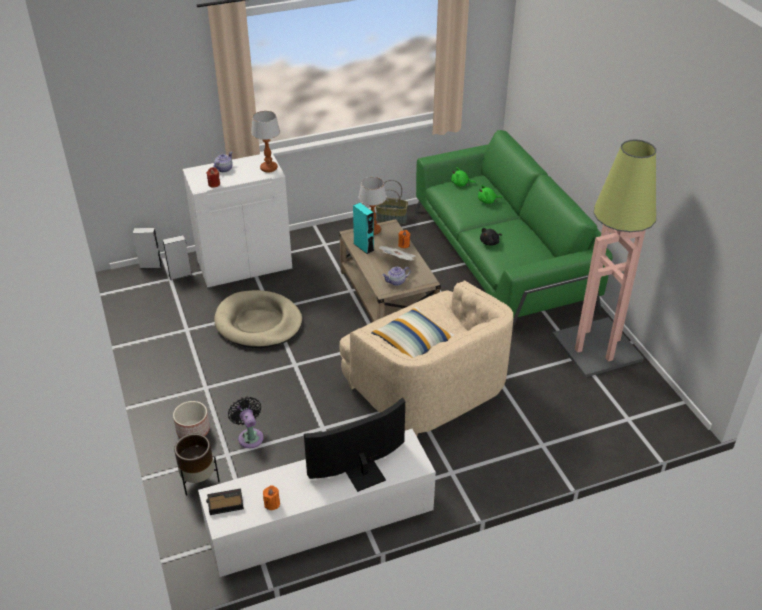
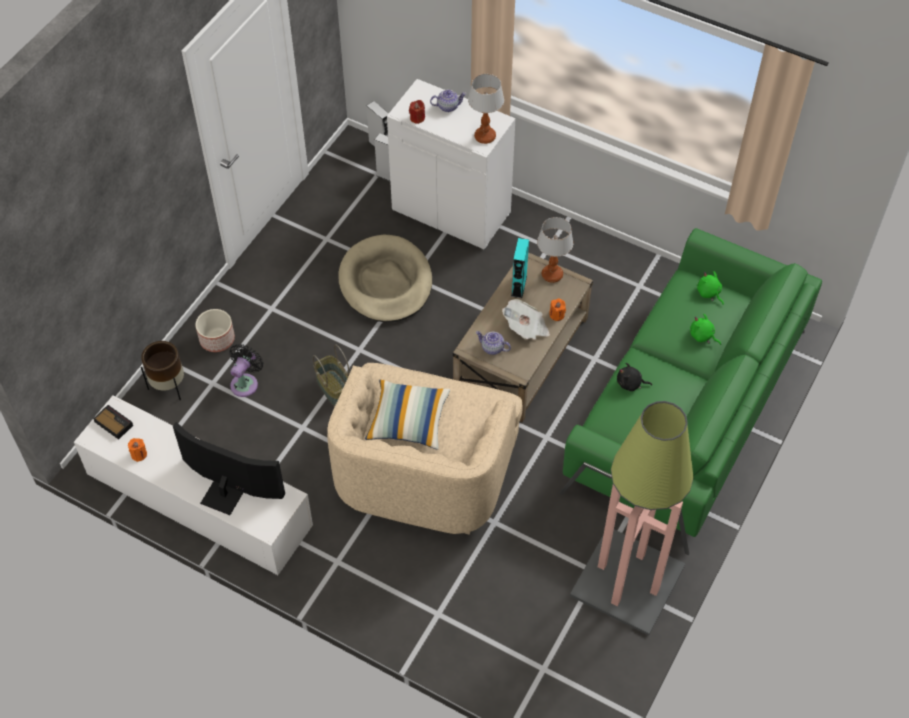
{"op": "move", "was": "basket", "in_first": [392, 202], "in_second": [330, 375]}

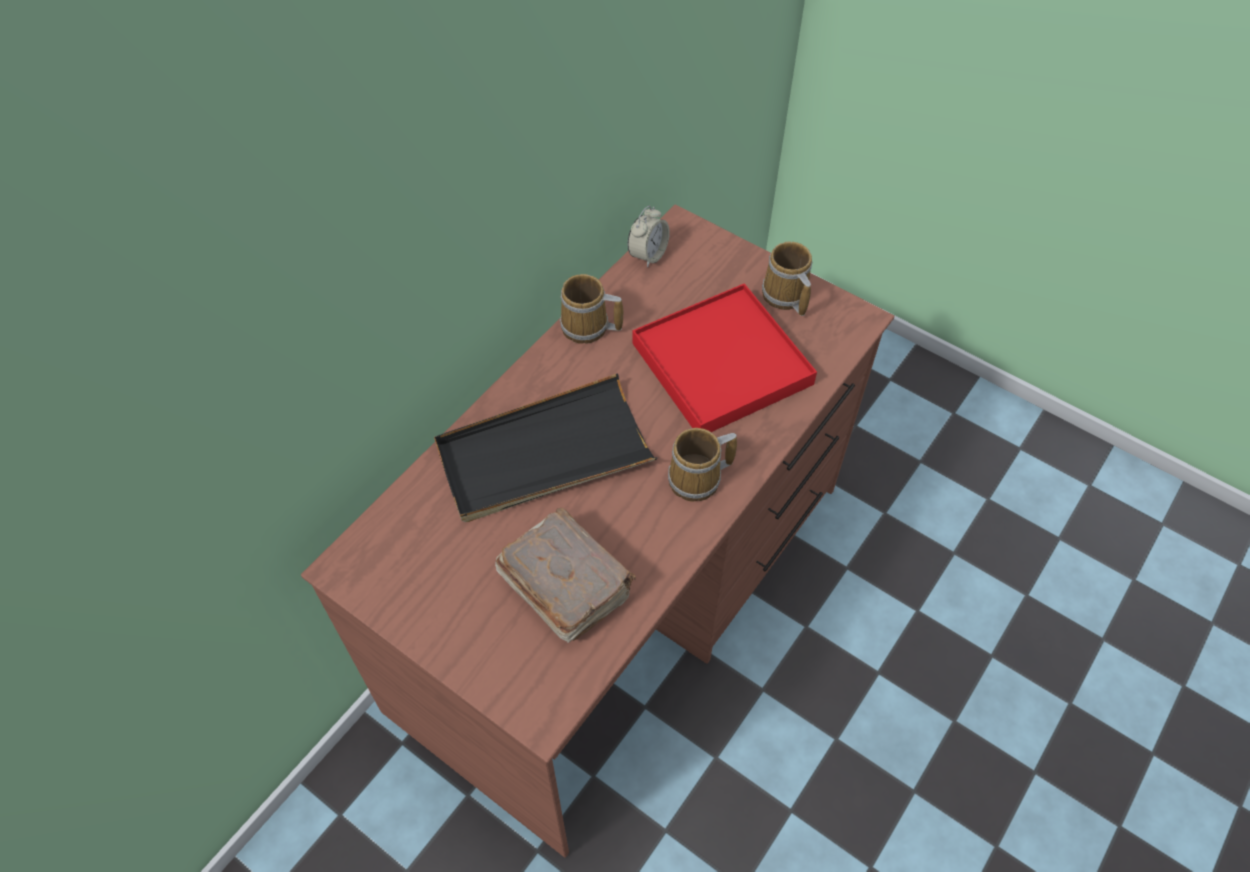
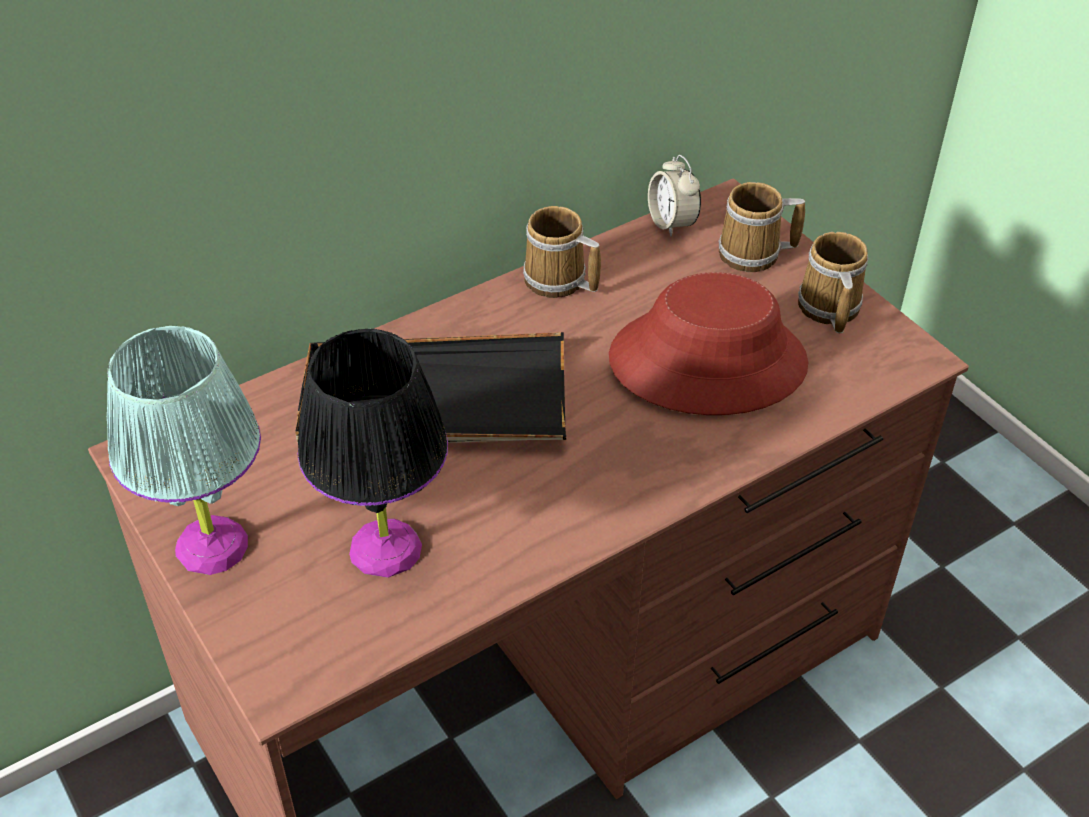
{"op": "replace", "was": "brown book", "now": "black table lamp", "in_first": [565, 575], "in_second": [373, 453]}
{"op": "rotate", "was": "alarm clock", "in_first": [649, 236], "in_second": [674, 196], "clockwise": 105}
{"op": "replace", "was": "red tray", "now": "red hat", "in_first": [724, 357], "in_second": [708, 343]}
{"op": "move", "was": "mug", "in_first": [702, 465], "in_second": [762, 227]}
{"op": "insert", "now": "turquoise table lamp", "in_second": [184, 450]}

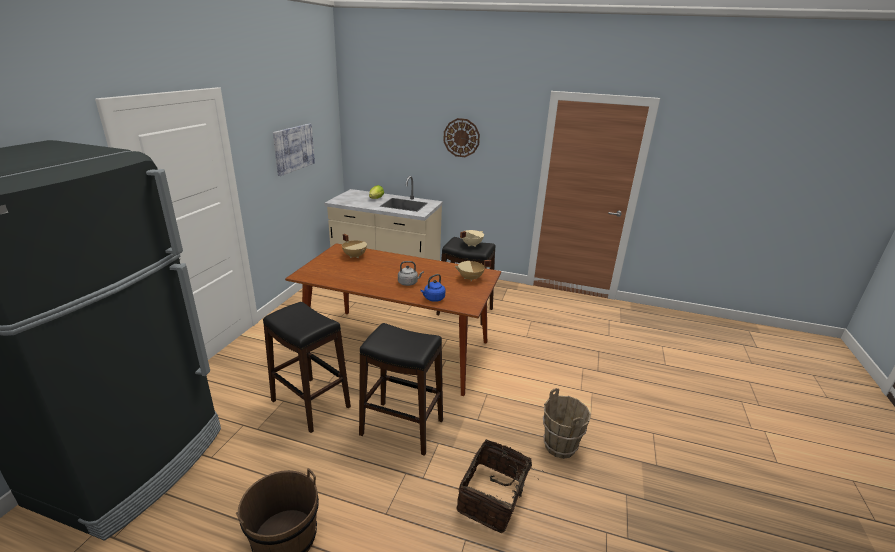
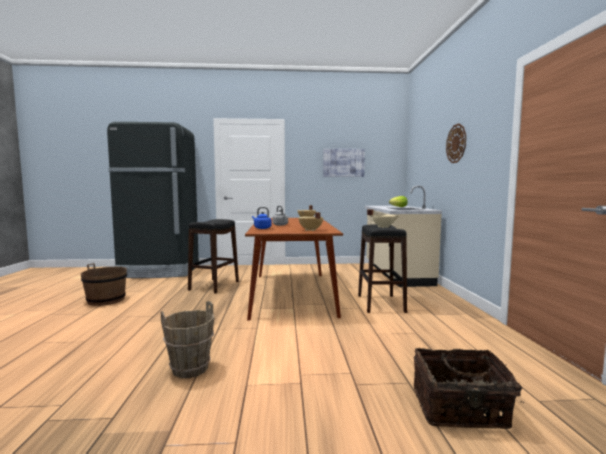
{"op": "delete", "was": "black stool", "in_first": [401, 389]}
{"op": "move", "was": "basket", "in_first": [498, 486], "in_second": [469, 388]}

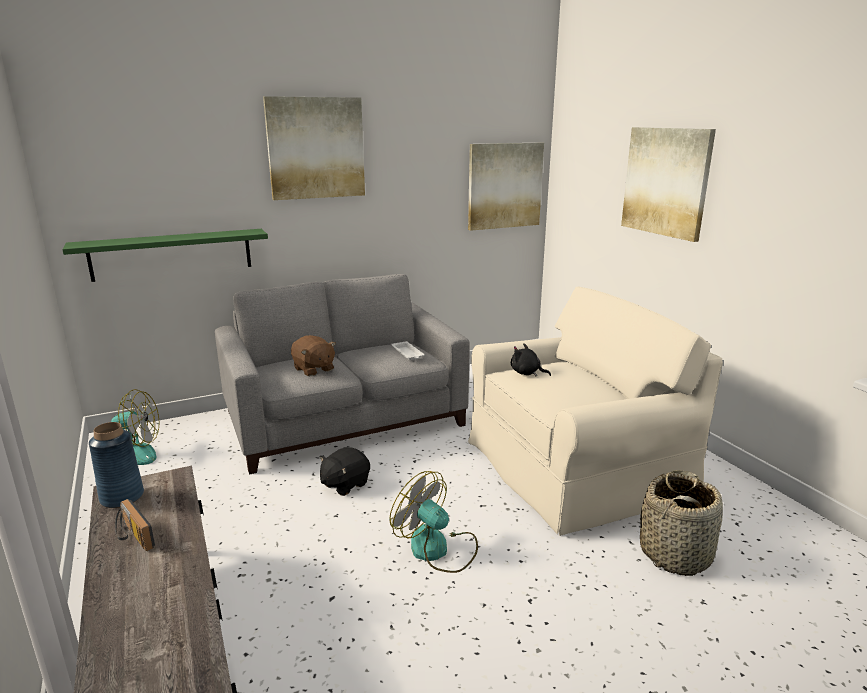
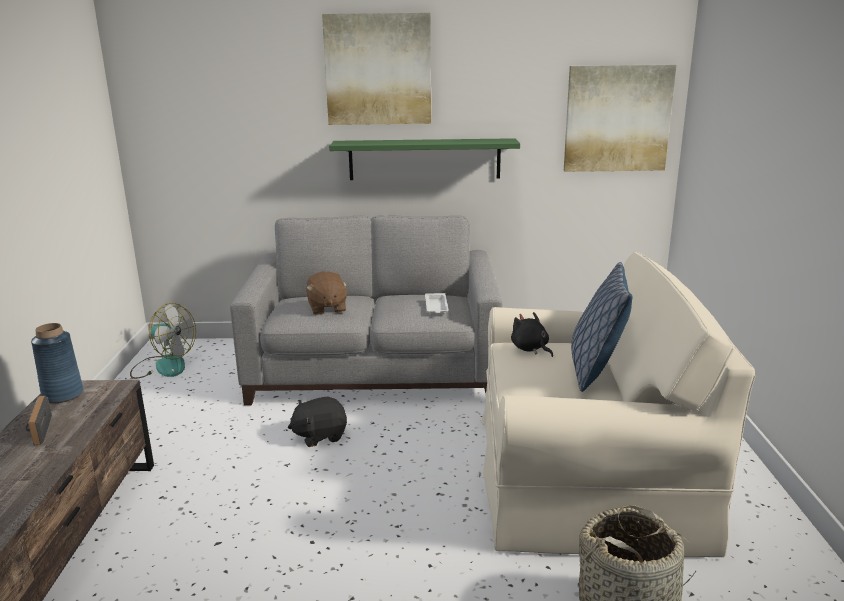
{"op": "move", "was": "green shelf", "in_first": [165, 255], "in_second": [424, 159]}
{"op": "delete", "was": "fan", "in_first": [433, 522]}
{"op": "delete", "was": "picture", "in_first": [668, 184]}
{"op": "insert", "now": "pillow", "in_second": [602, 327]}

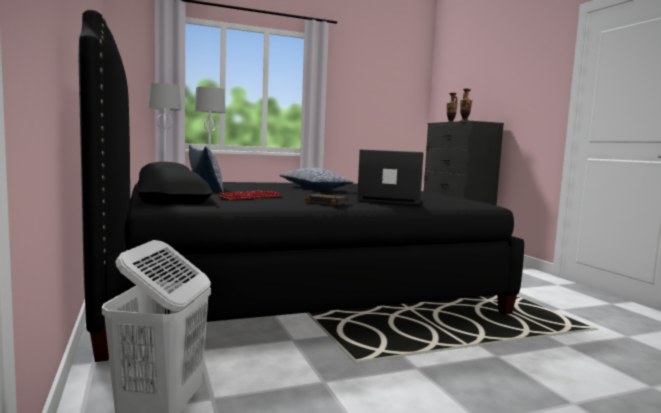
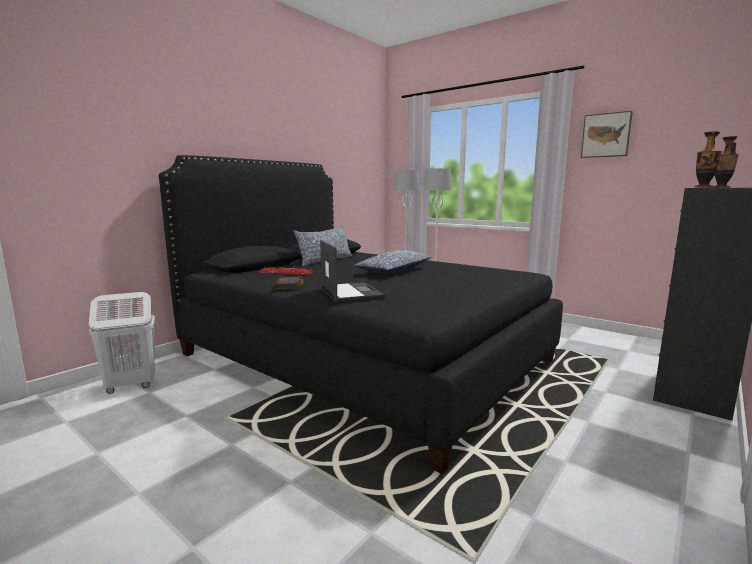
{"op": "insert", "now": "picture", "in_second": [607, 134]}

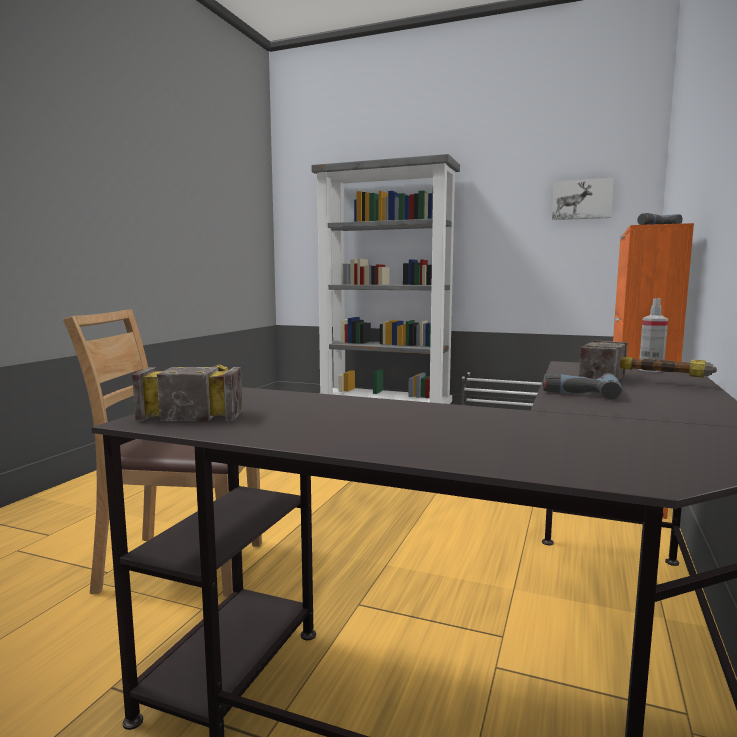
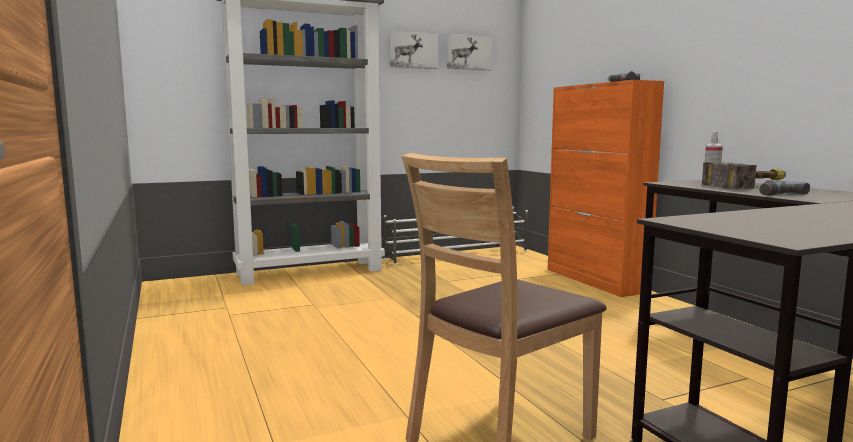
{"op": "delete", "was": "hammer", "in_first": [187, 392]}
{"op": "insert", "now": "picture", "in_second": [413, 49]}

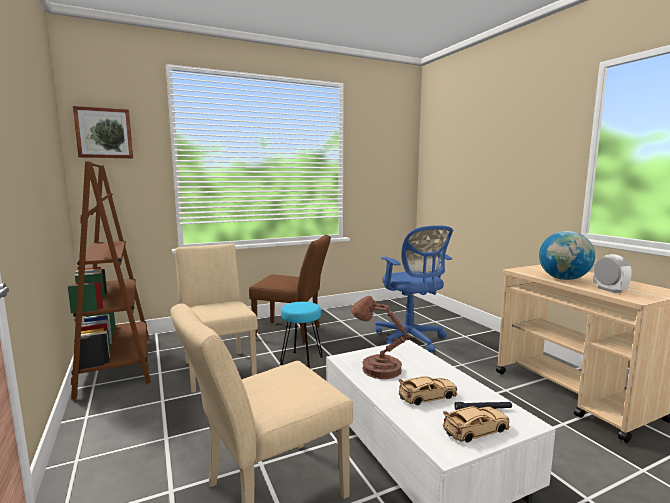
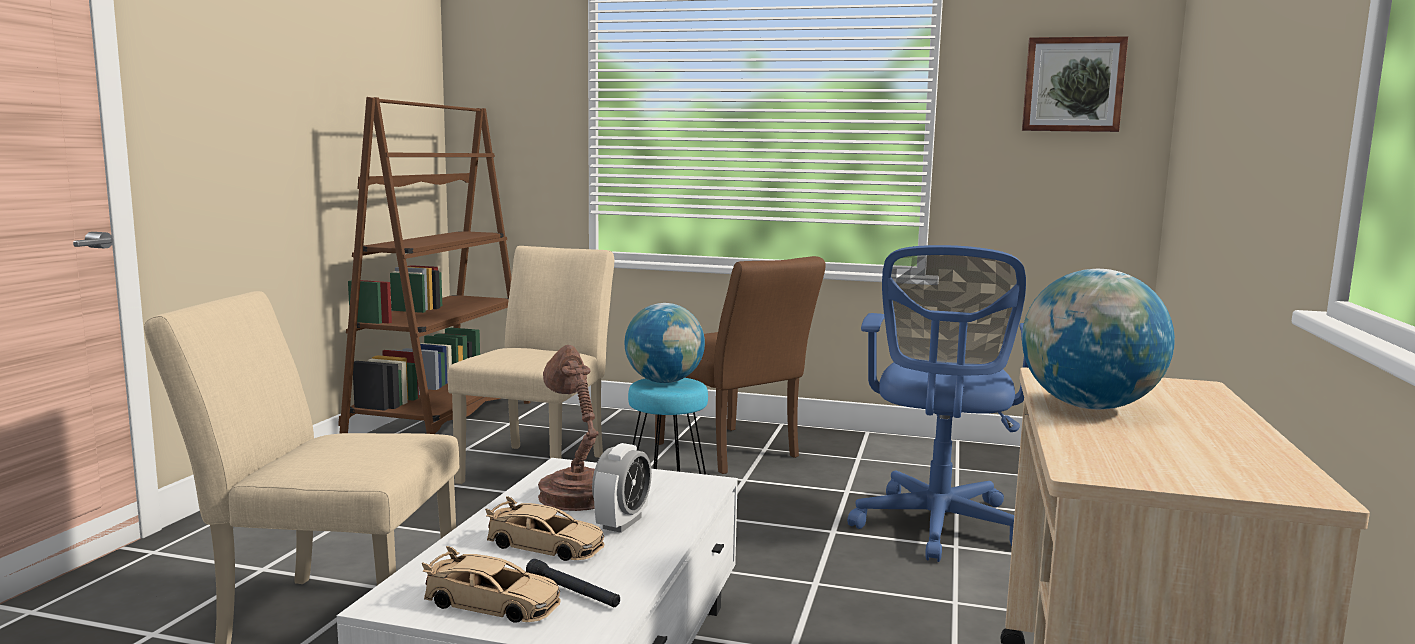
{"op": "move", "was": "picture", "in_first": [103, 132], "in_second": [1075, 84]}
{"op": "move", "was": "alarm clock", "in_first": [612, 273], "in_second": [622, 488]}
{"op": "insert", "now": "globe", "in_second": [665, 343]}

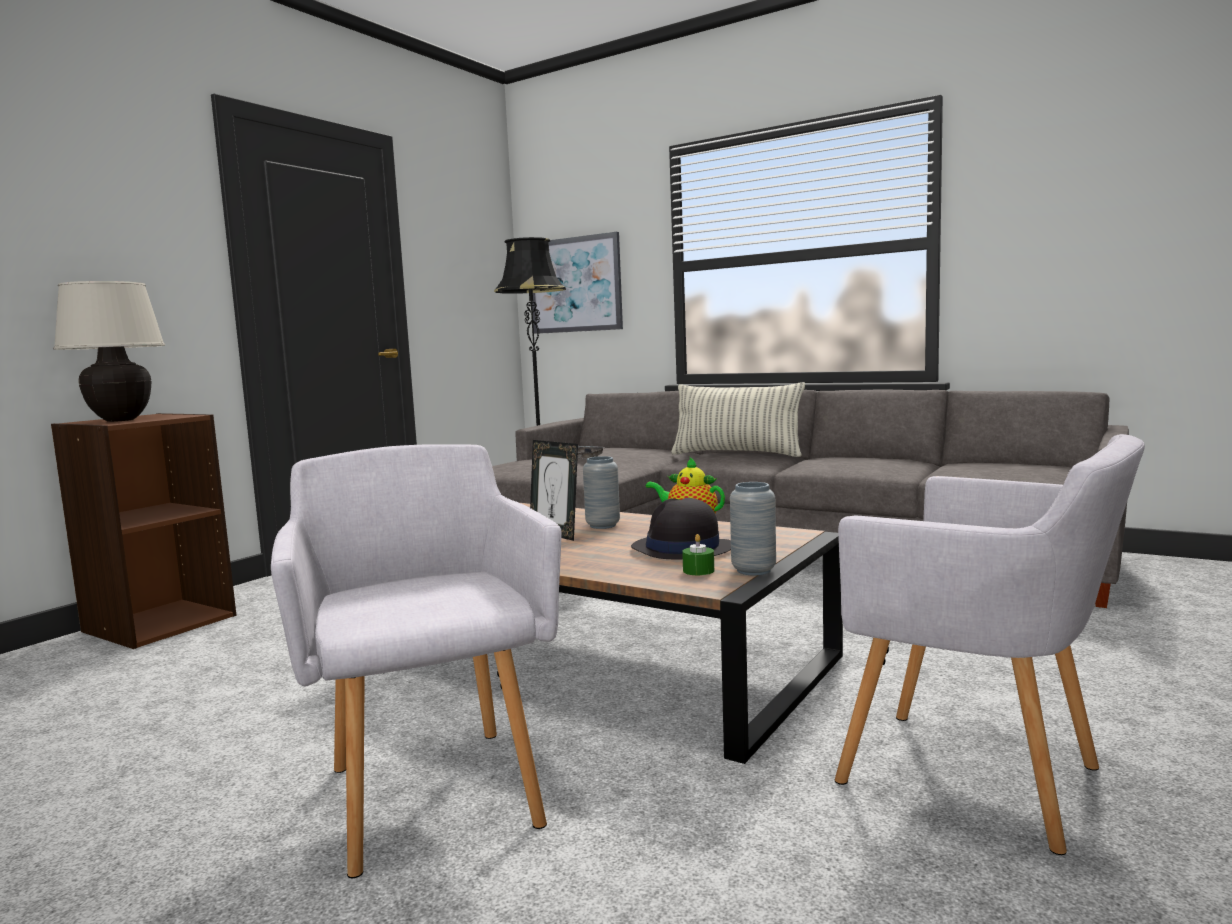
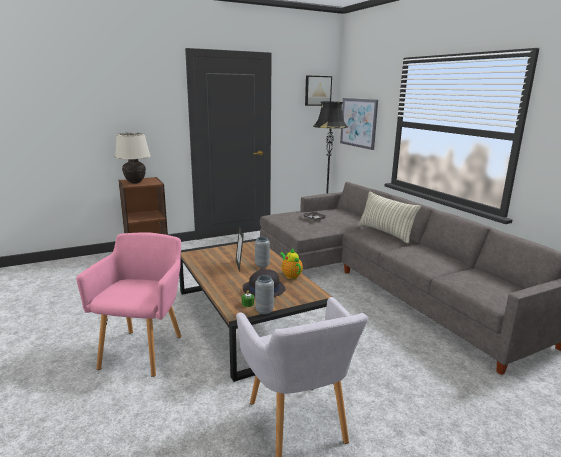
{"op": "recolor", "was": "grey armchair", "now": "pink armchair", "in_first": [416, 661], "in_second": [128, 305]}
{"op": "insert", "now": "picture", "in_second": [318, 91]}

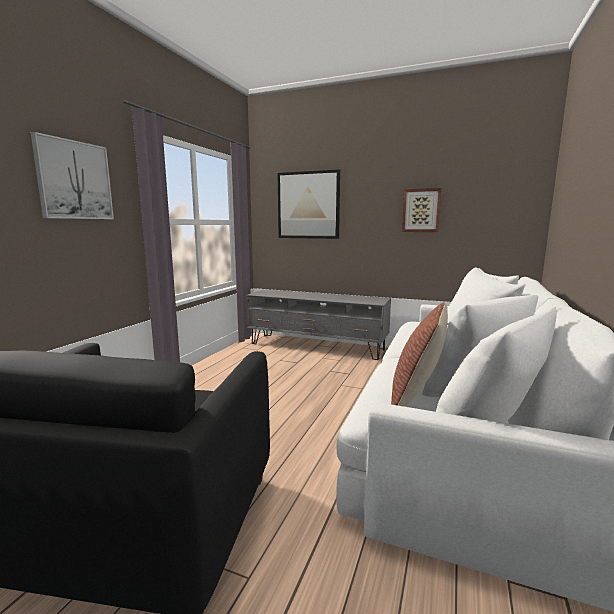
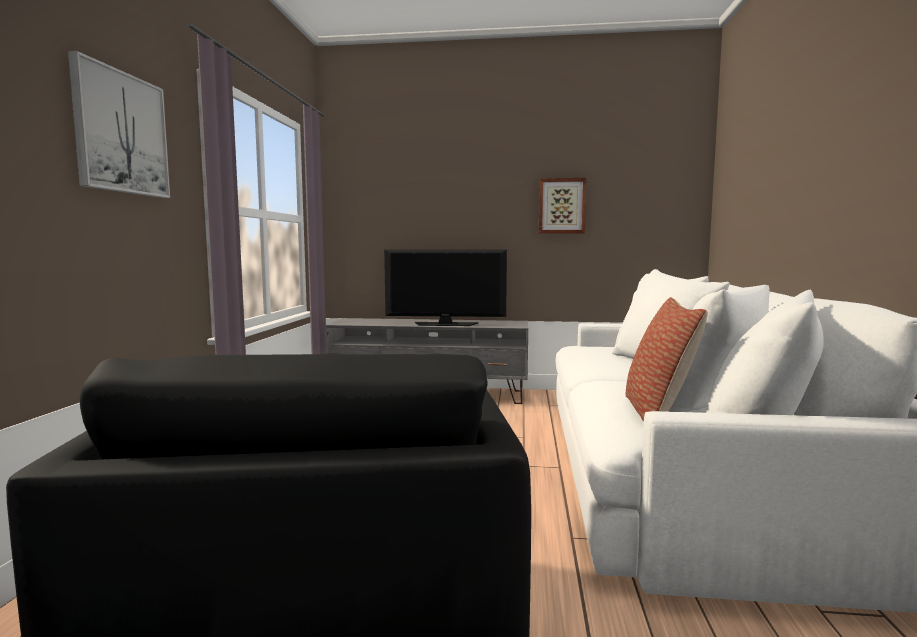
{"op": "delete", "was": "picture", "in_first": [309, 204]}
{"op": "insert", "now": "television", "in_second": [445, 288]}

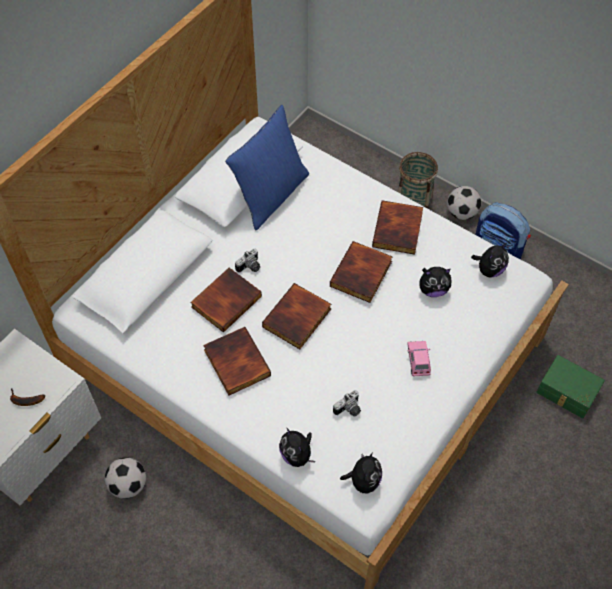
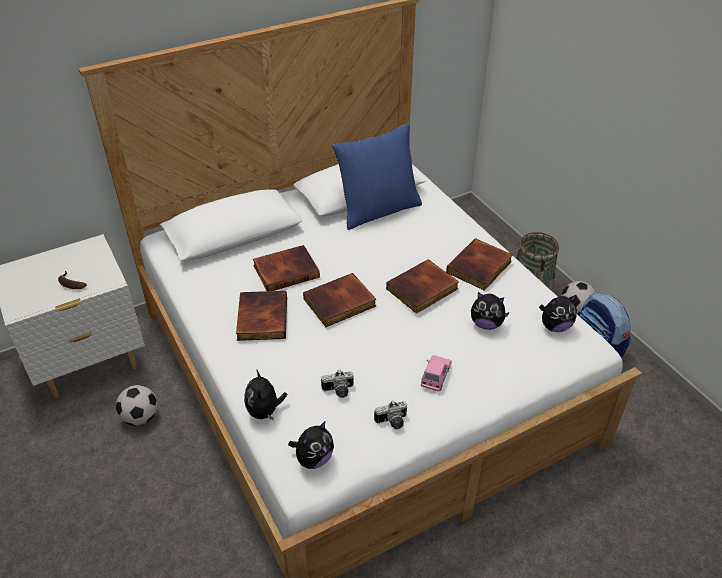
{"op": "move", "was": "photo camera", "in_first": [247, 261], "in_second": [390, 414]}
{"op": "delete", "was": "green storage box", "in_first": [571, 386]}

